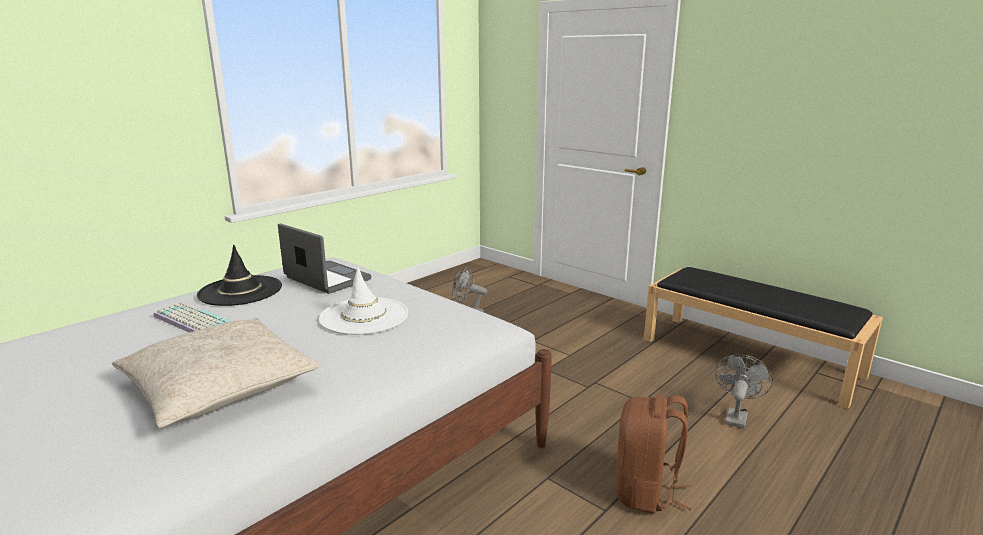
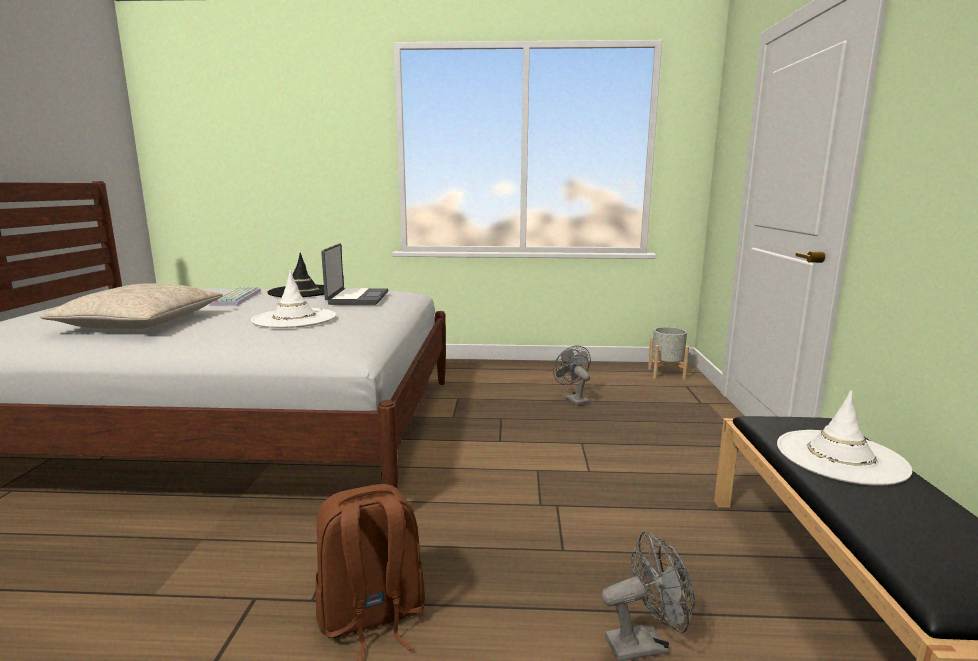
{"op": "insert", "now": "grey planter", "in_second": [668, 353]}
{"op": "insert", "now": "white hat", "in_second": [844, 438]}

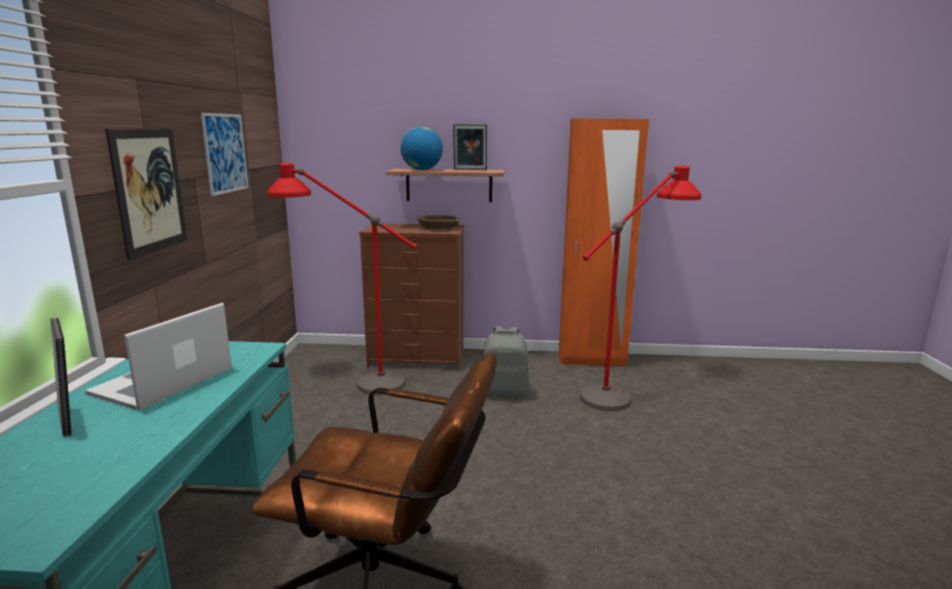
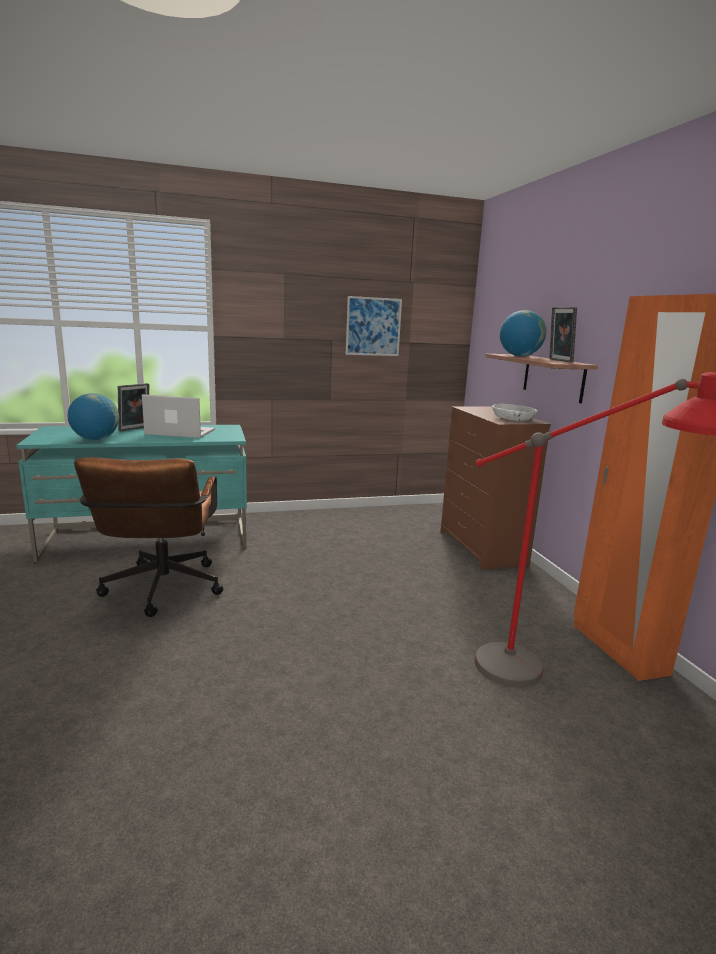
{"op": "delete", "was": "picture", "in_first": [146, 194]}
{"op": "delete", "was": "red floor lamp", "in_first": [342, 279]}
{"op": "recolor", "was": "brown bowl", "now": "white bowl", "in_first": [438, 222], "in_second": [514, 412]}
{"op": "delete", "was": "grey backpack", "in_first": [506, 361]}
{"op": "insert", "now": "globe", "in_second": [93, 416]}

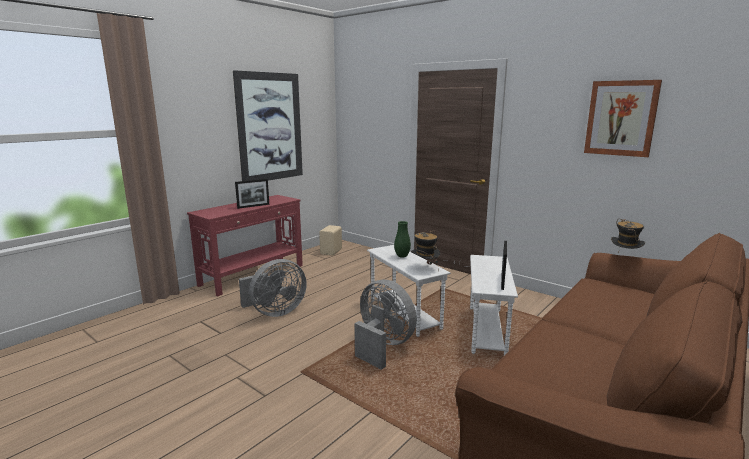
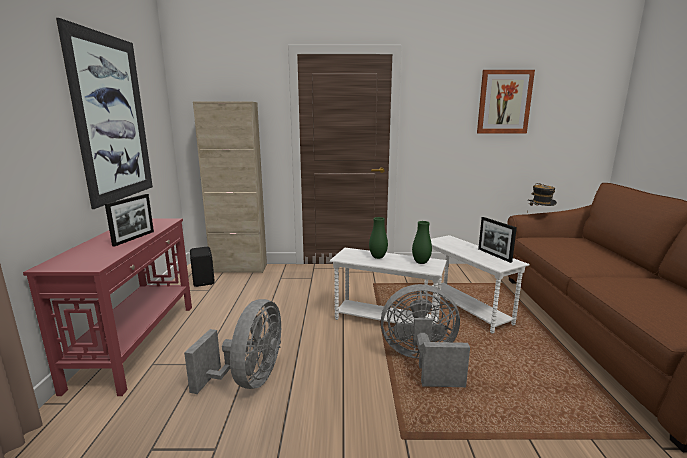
{"op": "recolor", "was": "beige speaker", "now": "black speaker", "in_first": [330, 240], "in_second": [202, 267]}
{"op": "replace", "was": "hat", "now": "green vase", "in_first": [425, 248], "in_second": [422, 242]}
{"op": "insert", "now": "beige cabinet", "in_second": [230, 187]}

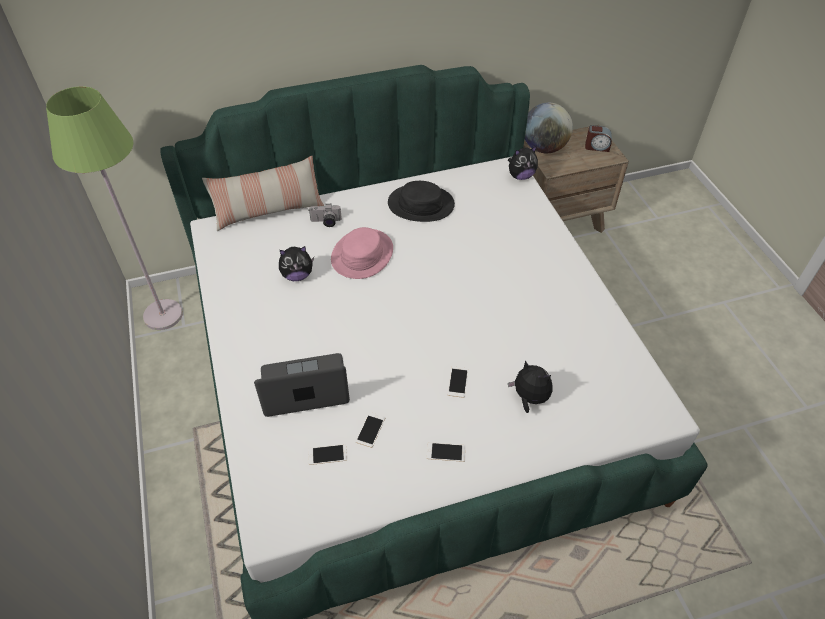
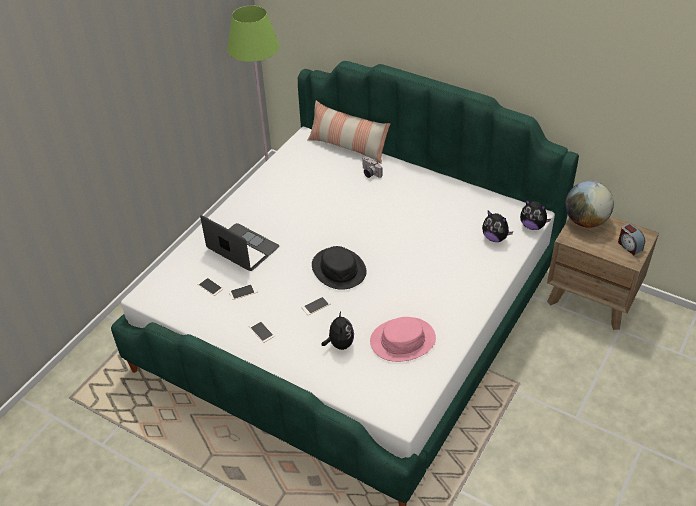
{"op": "move", "was": "plush toy", "in_first": [296, 263], "in_second": [497, 226]}
{"op": "move", "was": "pink hat", "in_first": [362, 253], "in_second": [403, 339]}
{"op": "move", "was": "black hat", "in_first": [421, 201], "in_second": [339, 268]}

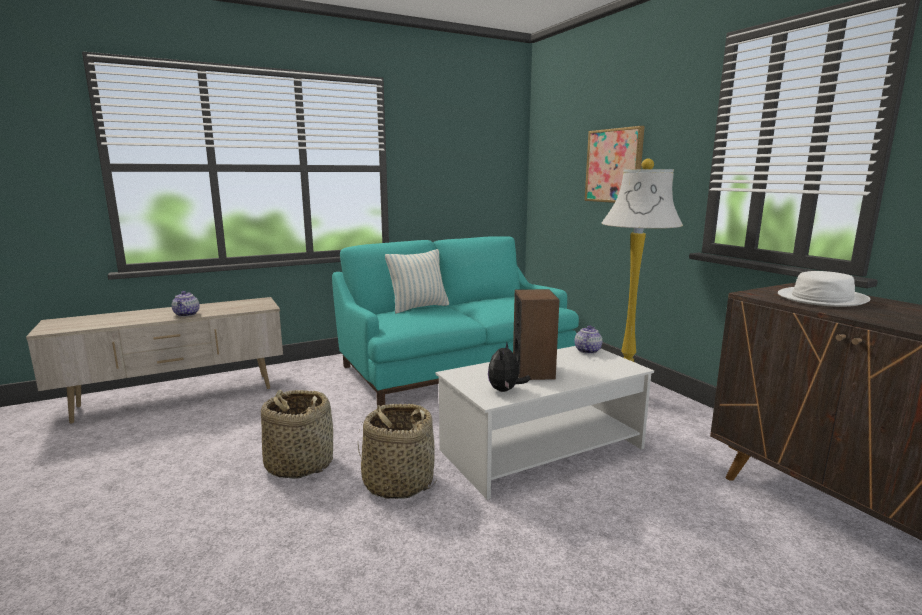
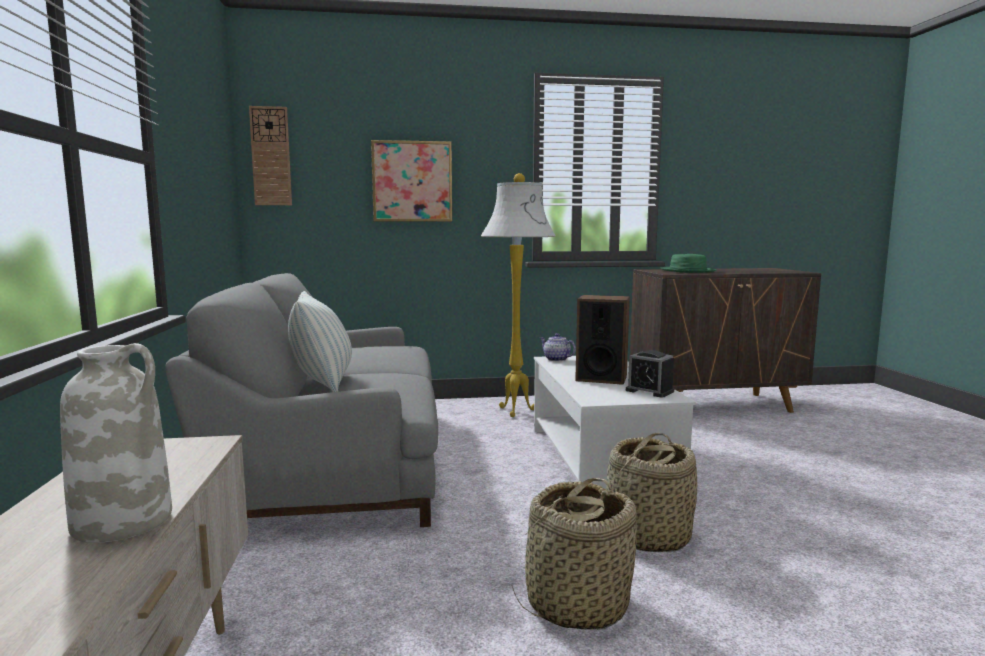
{"op": "replace", "was": "teapot", "now": "white vase", "in_first": [186, 304], "in_second": [116, 443]}
{"op": "recolor", "was": "turquoise sofa", "now": "grey sofa", "in_first": [455, 321], "in_second": [301, 400]}
{"op": "replace", "was": "plush toy", "now": "alarm clock", "in_first": [509, 366], "in_second": [650, 374]}
{"op": "recolor", "was": "white hat", "now": "green hat", "in_first": [824, 289], "in_second": [689, 263]}
{"op": "insert", "now": "wall clock", "in_second": [270, 155]}

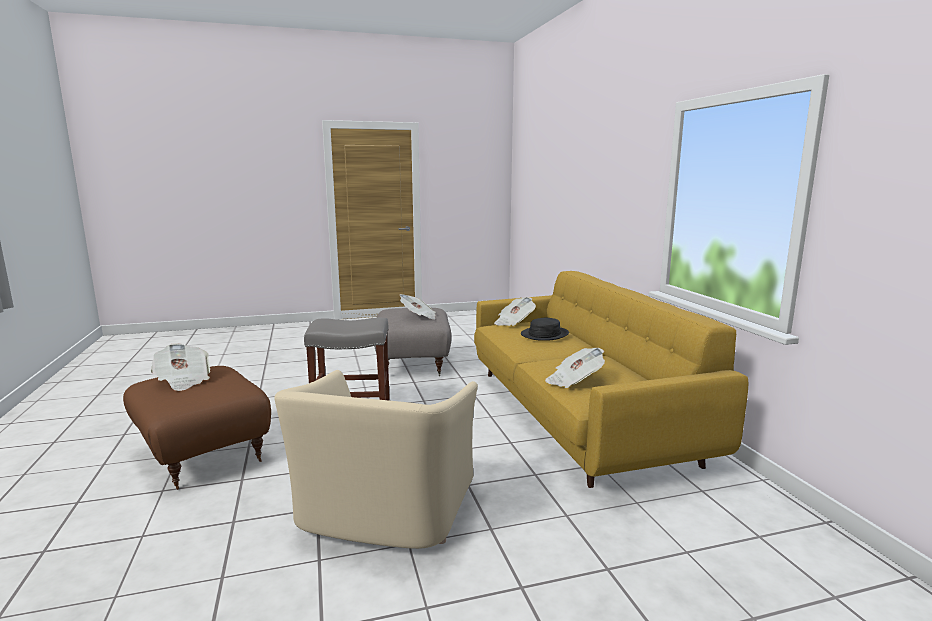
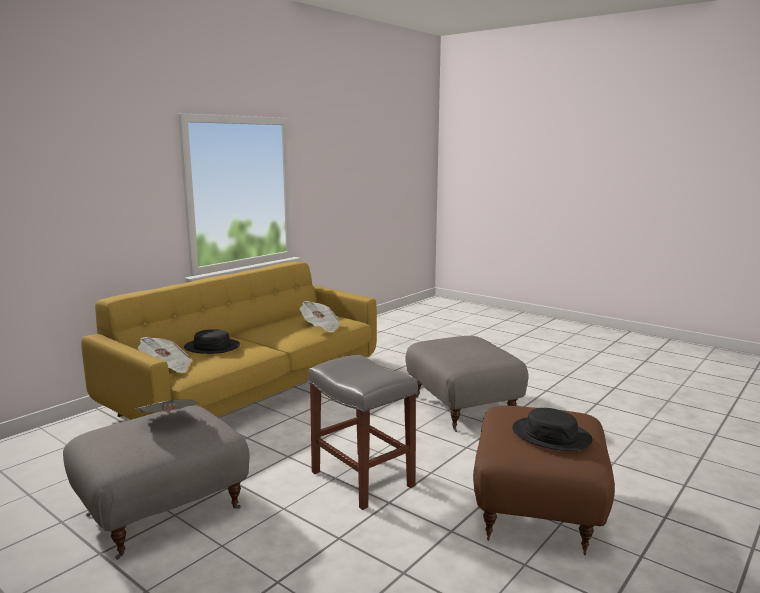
{"op": "replace", "was": "newspaper", "now": "black hat", "in_first": [180, 367], "in_second": [552, 429]}
{"op": "replace", "was": "beige armchair", "now": "grey ottoman", "in_first": [376, 459], "in_second": [467, 384]}

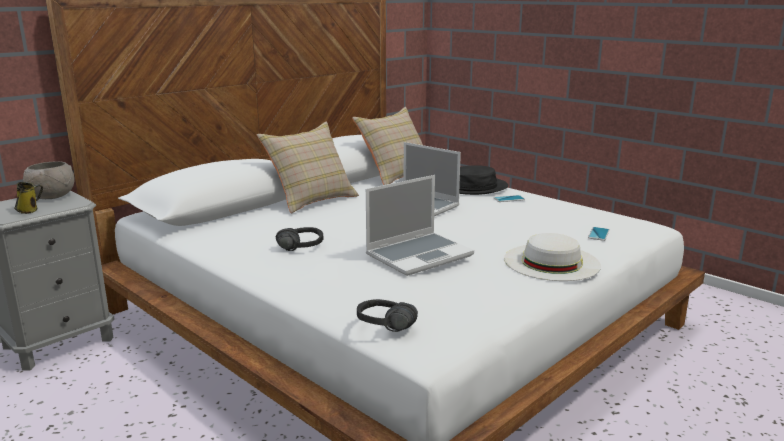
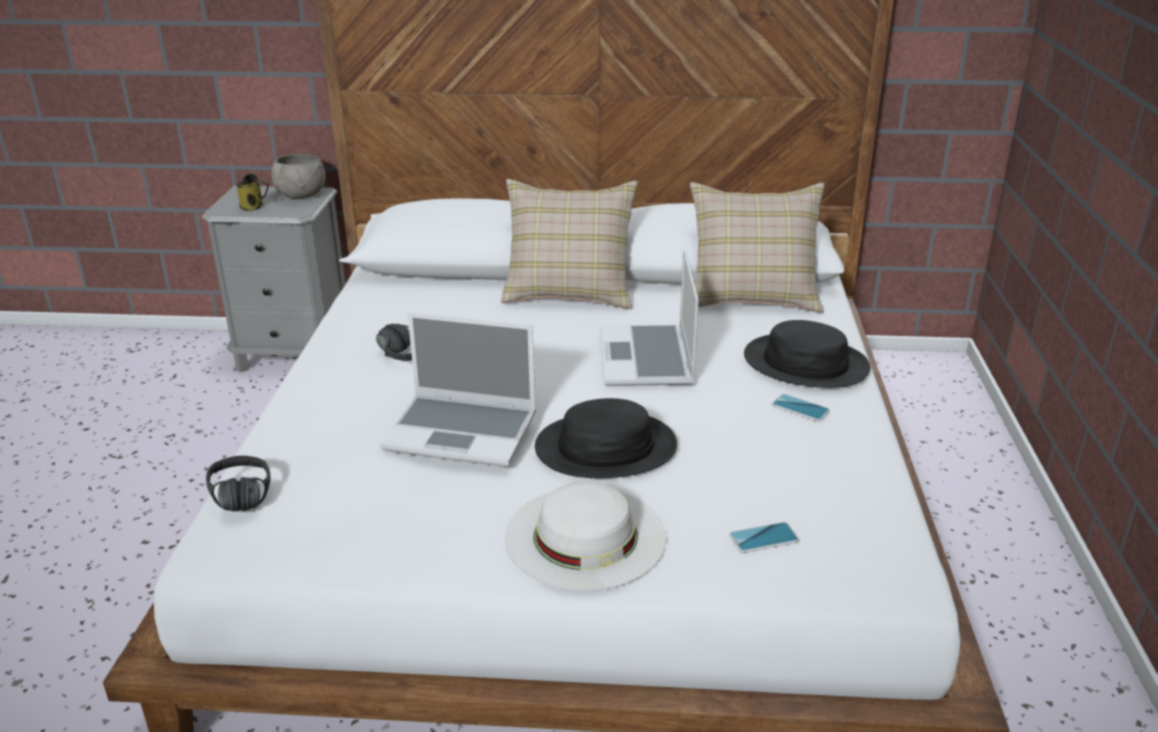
{"op": "insert", "now": "black hat", "in_second": [606, 438]}

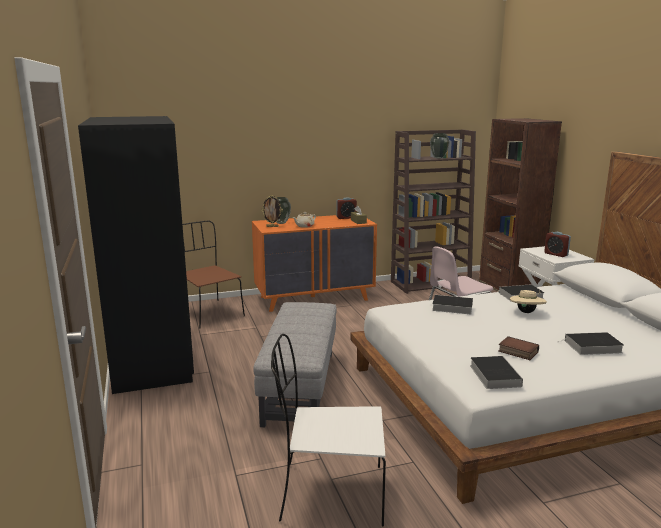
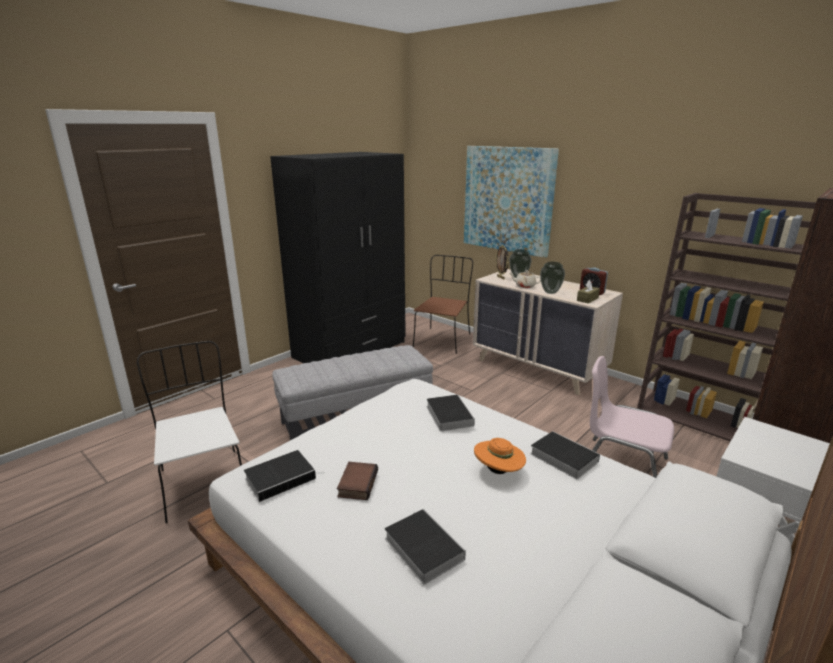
{"op": "recolor", "was": "orange dresser", "now": "beige dresser", "in_first": [314, 263], "in_second": [548, 332]}
{"op": "move", "was": "vase", "in_first": [440, 146], "in_second": [552, 278]}
{"op": "recolor", "was": "beige hat", "now": "orange hat", "in_first": [528, 301], "in_second": [500, 456]}
{"op": "delete", "was": "alarm clock", "in_first": [557, 244]}
{"op": "insert", "now": "picture", "in_second": [511, 202]}

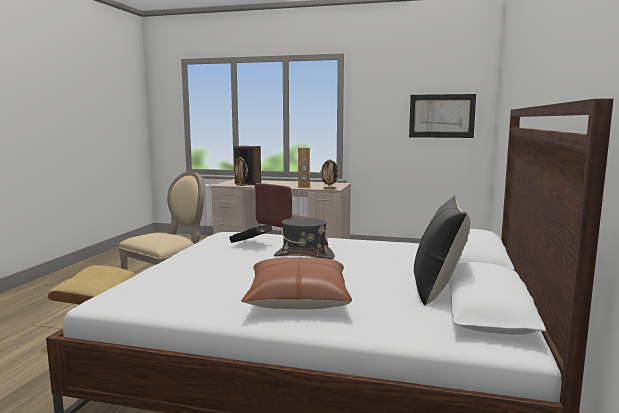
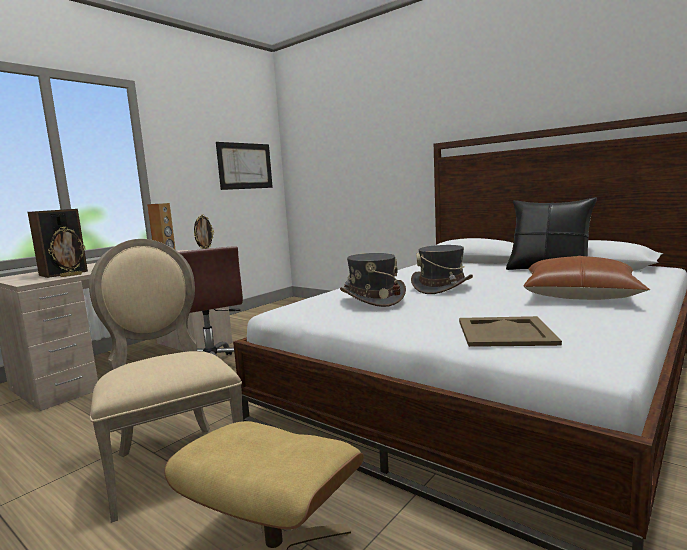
{"op": "replace", "was": "black book", "now": "grey hat", "in_first": [251, 233], "in_second": [373, 280]}
{"op": "insert", "now": "beige tray", "in_second": [510, 331]}

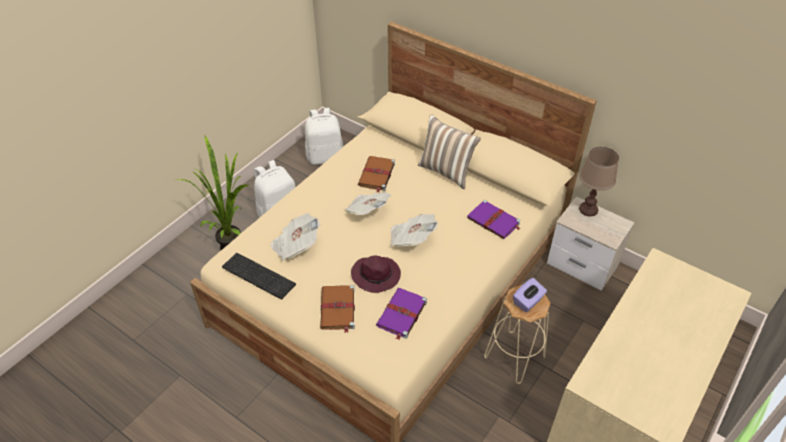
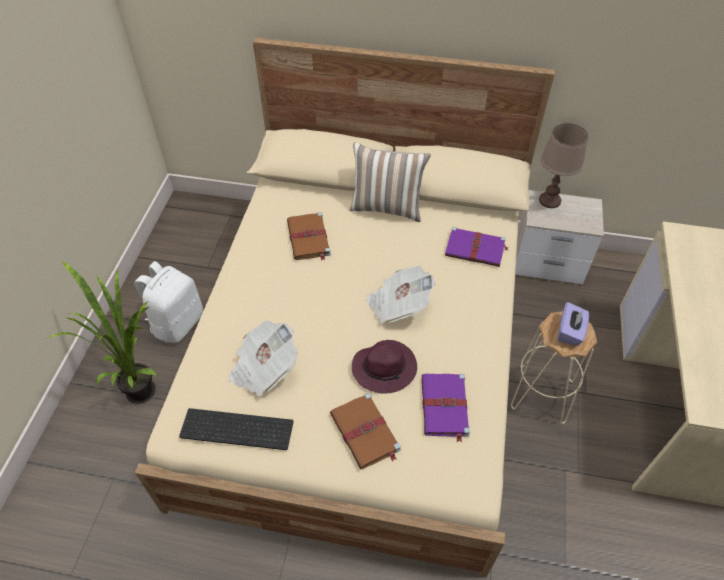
{"op": "delete", "was": "white backpack", "in_first": [324, 136]}
{"op": "delete", "was": "newspaper", "in_first": [367, 203]}

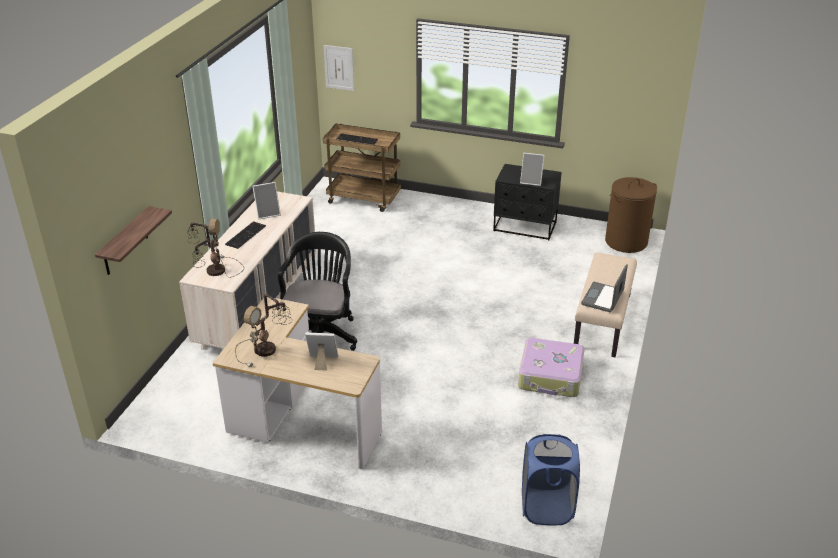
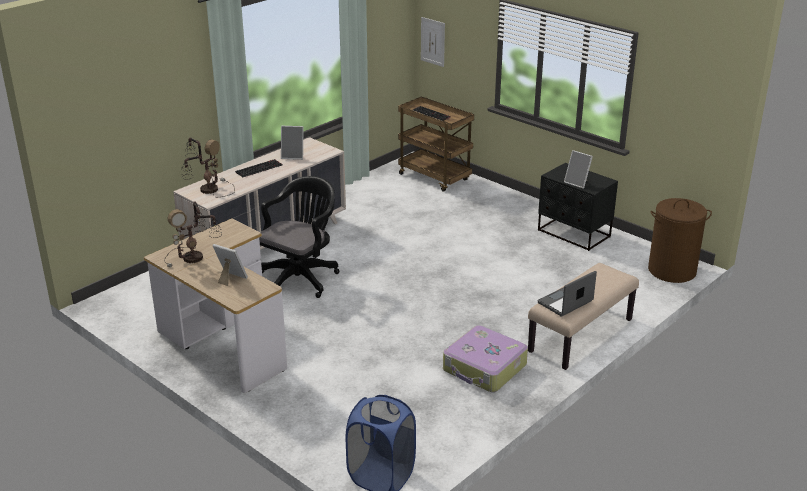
{"op": "delete", "was": "shelf", "in_first": [133, 240]}

